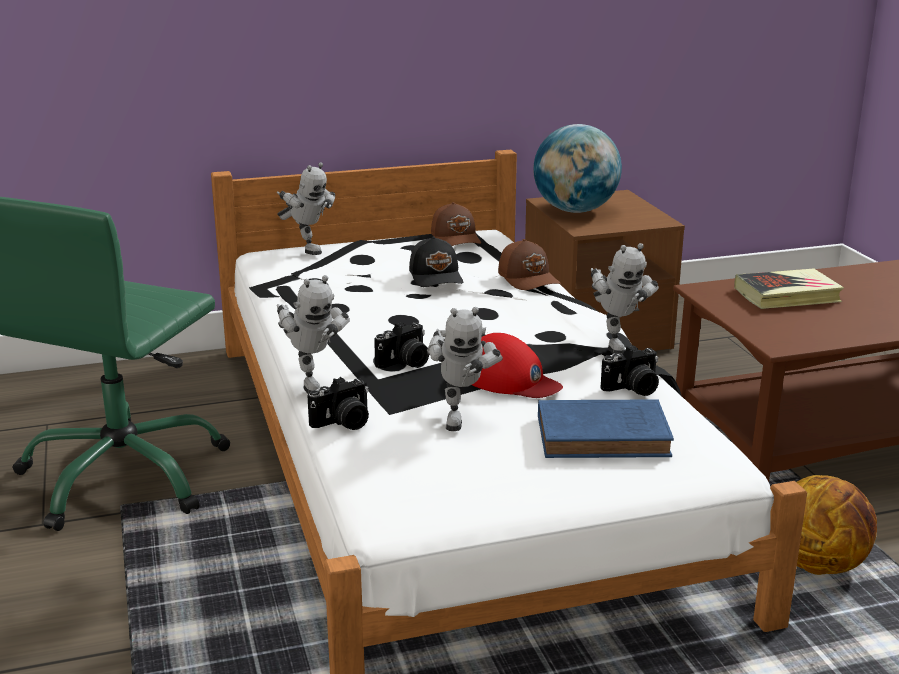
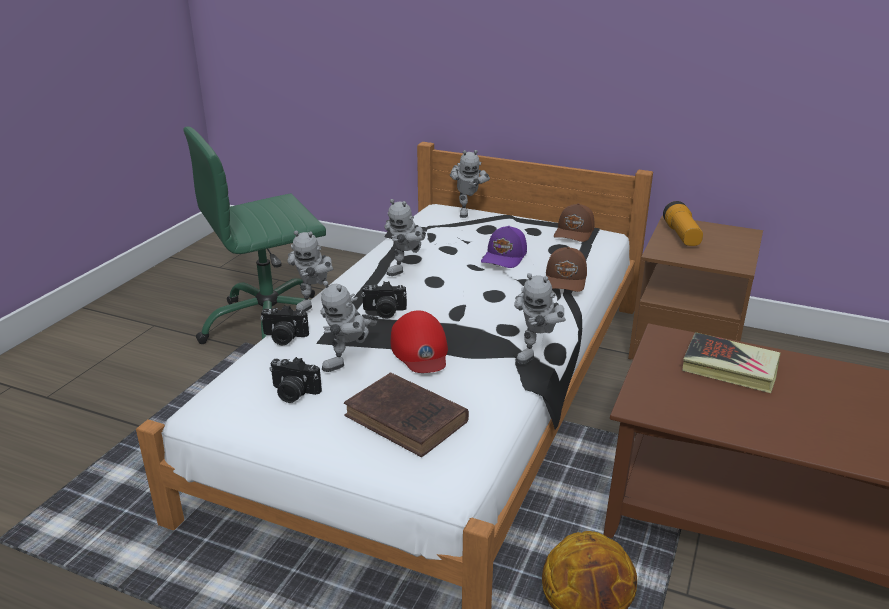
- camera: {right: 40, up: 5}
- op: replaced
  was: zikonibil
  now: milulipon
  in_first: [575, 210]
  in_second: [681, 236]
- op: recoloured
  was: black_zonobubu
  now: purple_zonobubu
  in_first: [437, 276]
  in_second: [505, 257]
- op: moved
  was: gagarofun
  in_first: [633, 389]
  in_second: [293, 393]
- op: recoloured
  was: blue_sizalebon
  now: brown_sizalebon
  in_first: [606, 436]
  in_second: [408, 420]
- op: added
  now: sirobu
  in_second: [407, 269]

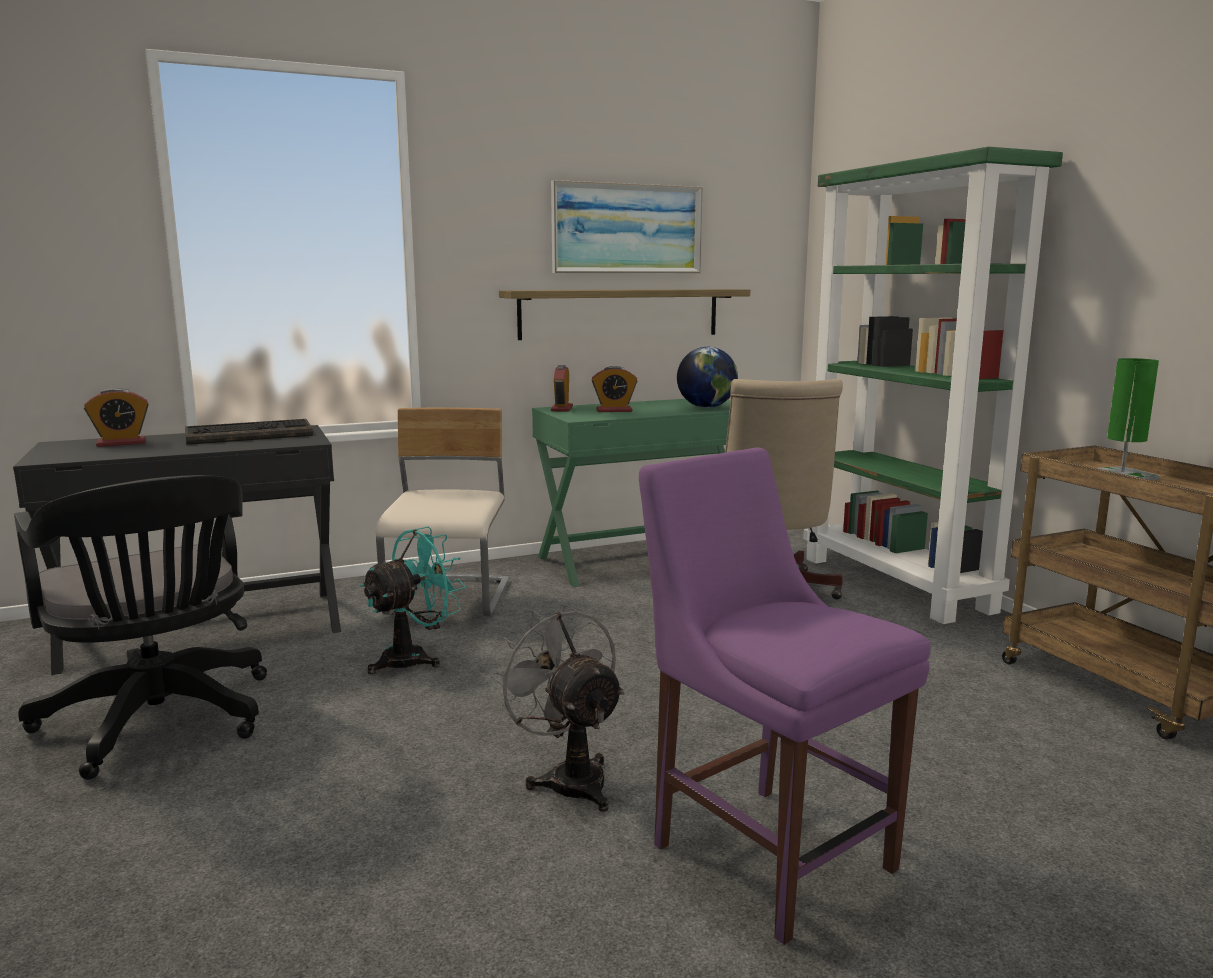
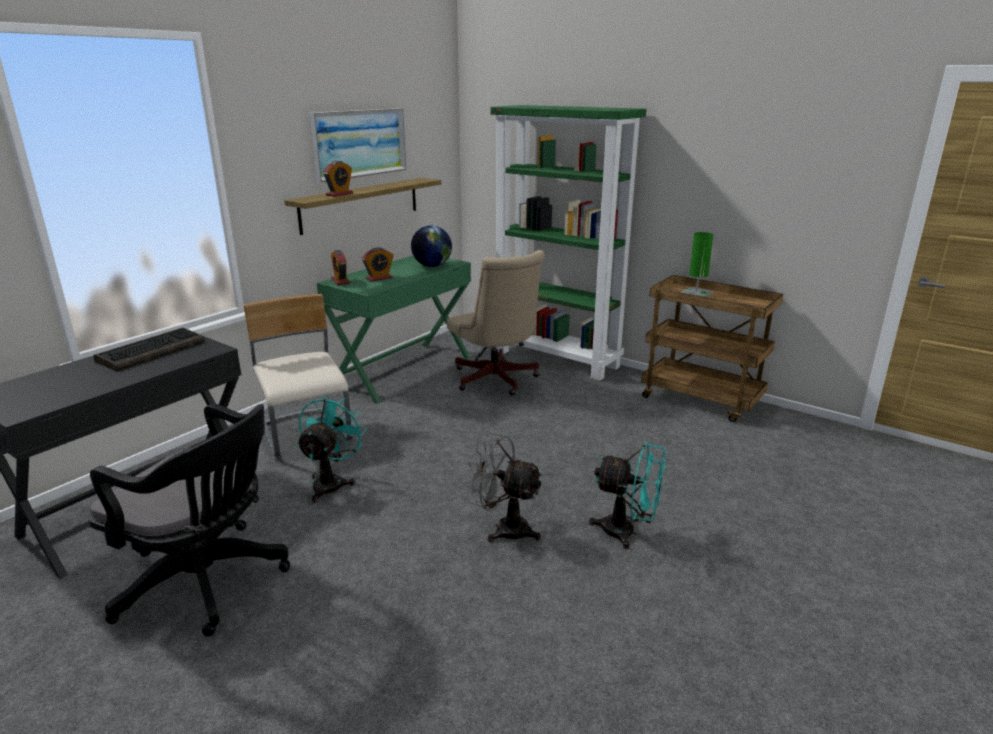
- camera: {right: -30, up: 10}
- op: moved
  was: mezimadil
  in_first: [121, 443]
  in_second: [339, 194]
- op: replaced
  was: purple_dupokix
  now: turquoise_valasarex
  in_first: [765, 850]
  in_second: [627, 532]

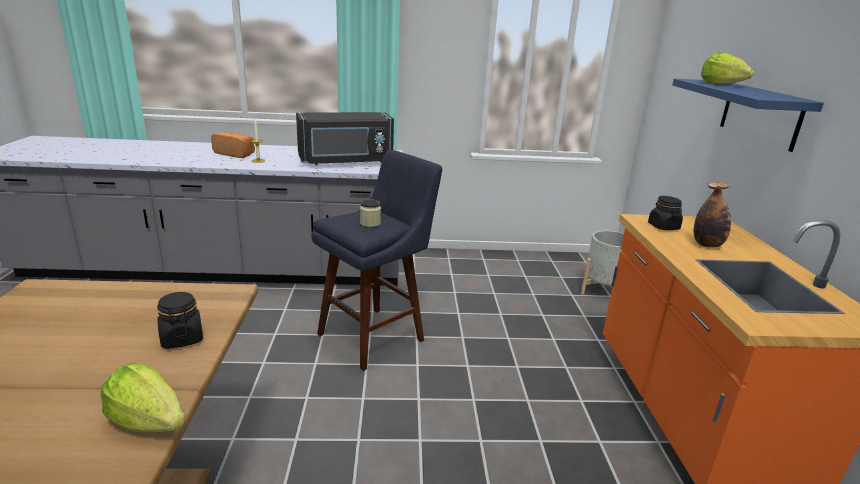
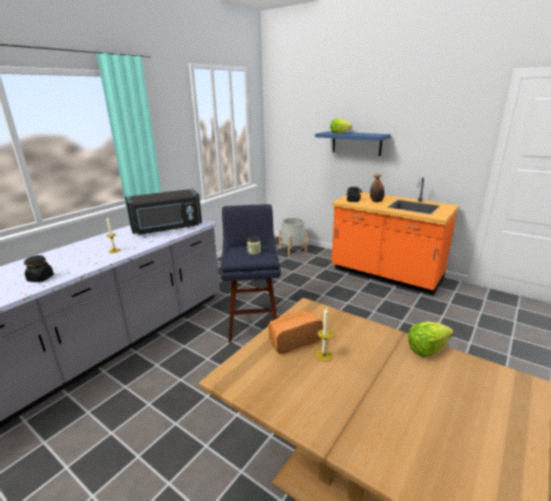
- camera: {right: -50, up: 0}
- op: turned
  was: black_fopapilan
  in_first: [346, 161]
  in_second: [167, 228]
  clockwise: 45
- op: moved
  was: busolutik
  in_first: [235, 154]
  in_second: [293, 340]
- op: moved
  was: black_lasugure
  in_first: [182, 338]
  in_second: [40, 278]
- op: added
  now: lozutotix
  in_second: [324, 355]

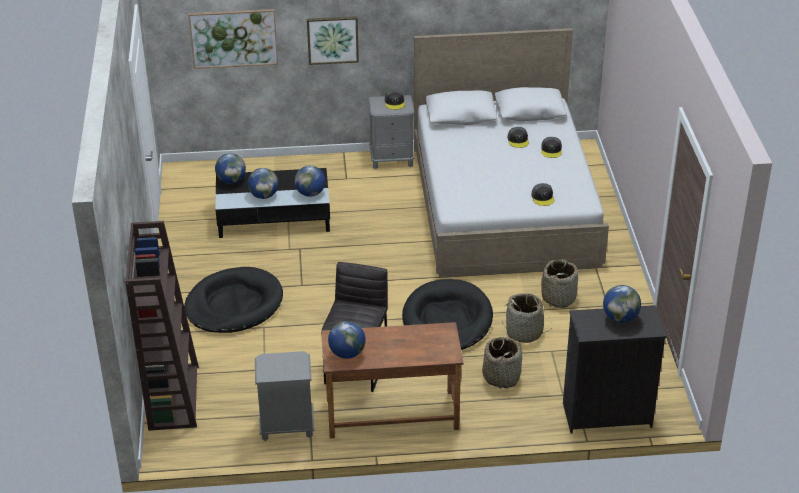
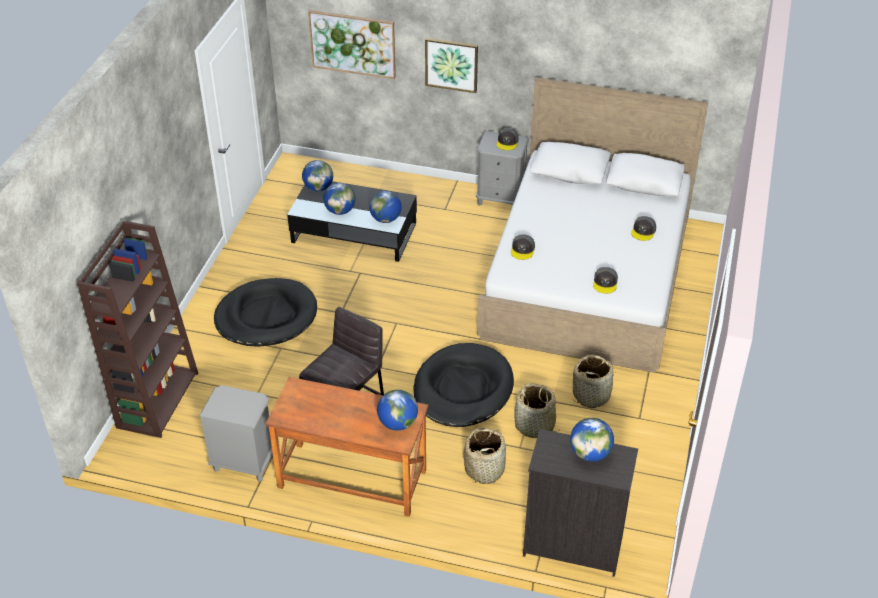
- camera: {right: 20, up: 5}
- op: moved
  was: grey_zonobubu
  in_first: [518, 140]
  in_second: [523, 250]
- op: moved
  was: zikonibil
  in_first: [347, 353]
  in_second: [398, 423]

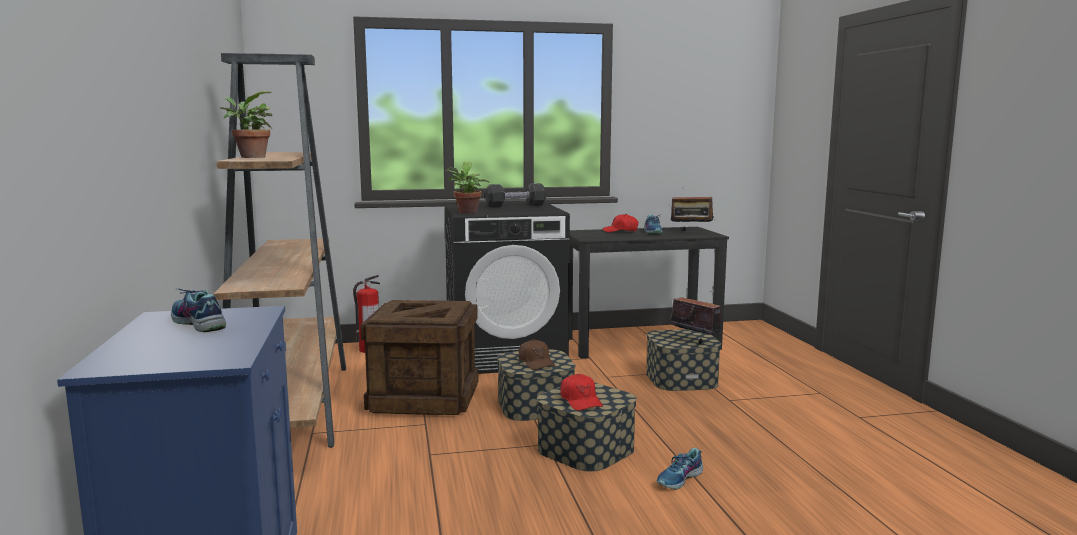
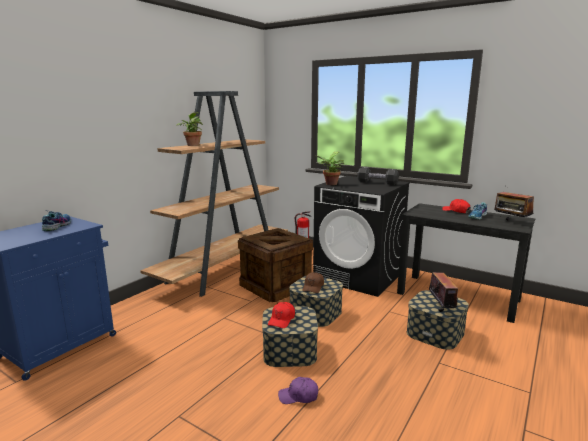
- camera: {right: 45, up: 5}
- op: replaced
  was: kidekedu
  now: purple_zonobubu
  in_first: [680, 479]
  in_second: [298, 396]

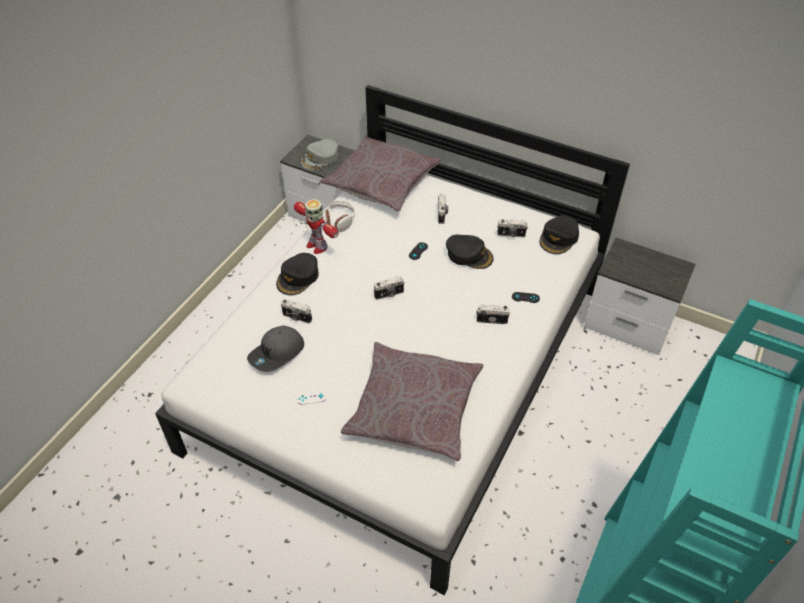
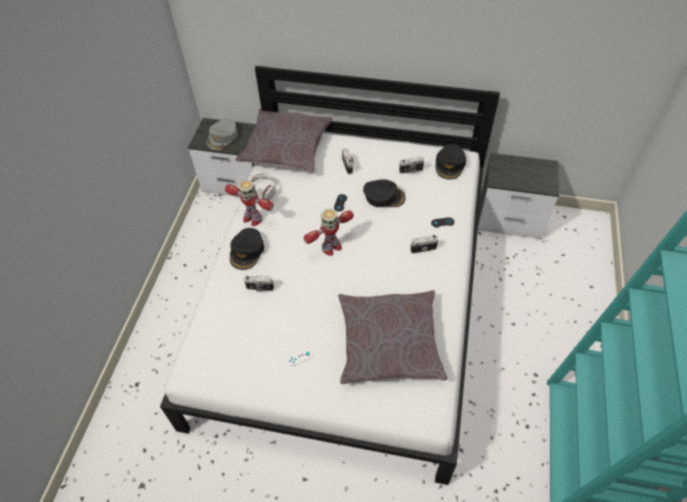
- camera: {right: -15, up: 5}
- op: replaced
  was: gagarofun
  now: sirobu
  in_first: [389, 294]
  in_second: [331, 247]
- op: removed
  was: grey_zonobubu
  in_first: [277, 354]

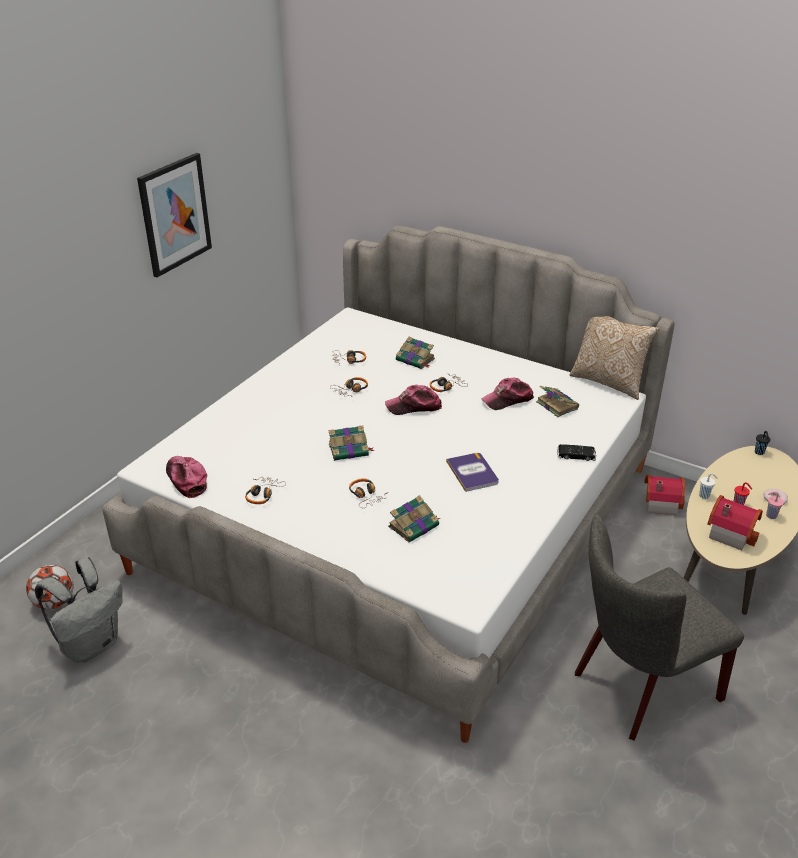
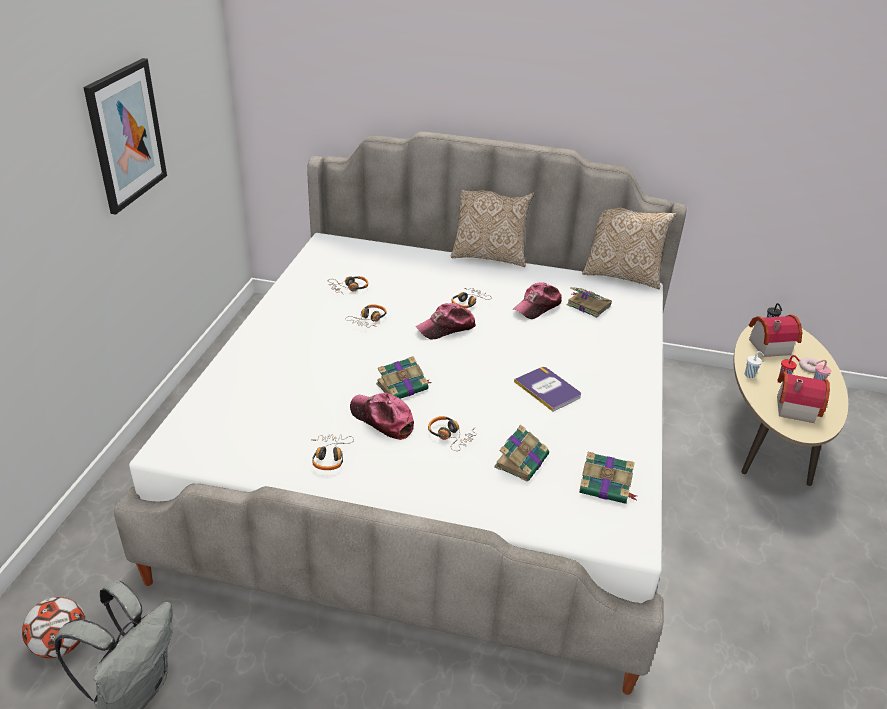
- camera: {right: -20, up: 0}
- op: moved
  was: sizalebon
  in_first: [416, 360]
  in_second: [606, 486]
- op: removed
  was: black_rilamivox
  in_first: [576, 455]
- op: moved
  was: zonobubu
  in_first: [186, 479]
  in_second: [382, 420]
- op: moved
  was: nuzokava
  in_first: [659, 503]
  in_second: [767, 345]
- op: removed
  was: grey_dupokix
  in_first: [638, 688]
- op: added
  now: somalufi
  in_second: [489, 256]

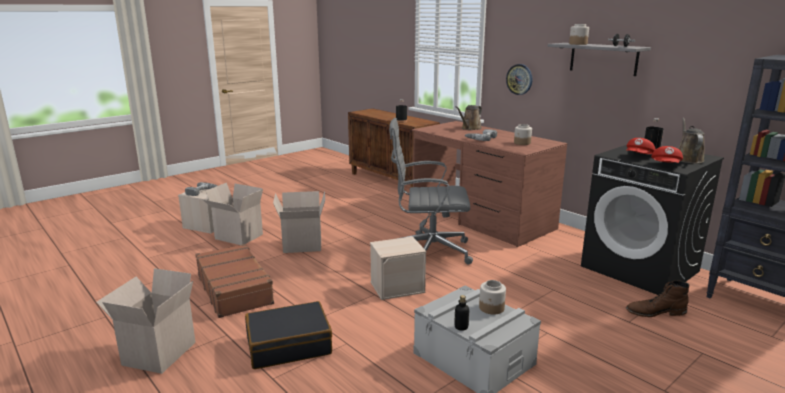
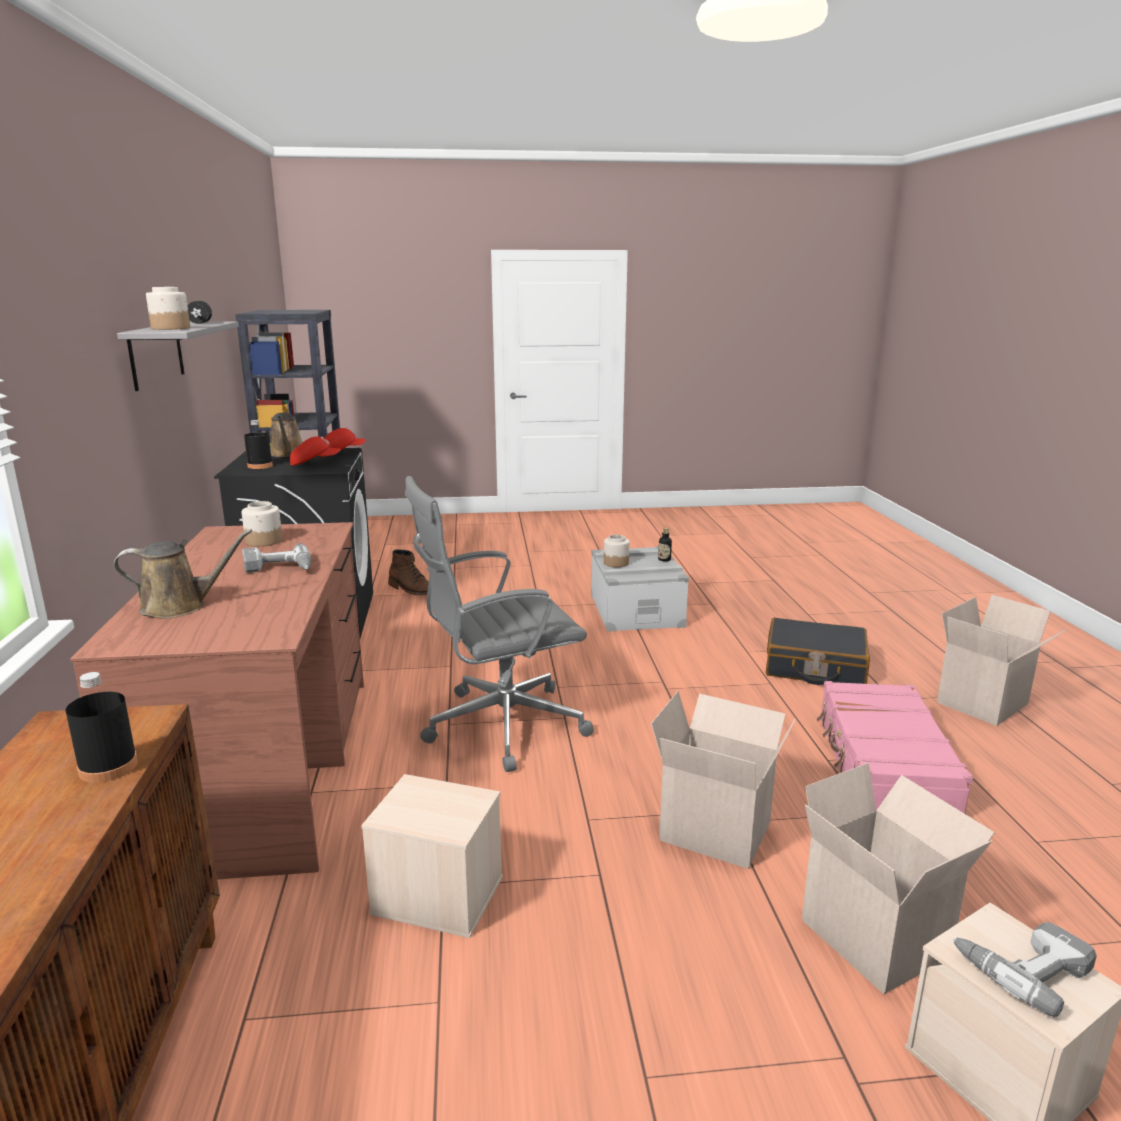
- camera: {right: -145, up: 0}
- op: removed
  was: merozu
  in_first: [519, 79]
- op: turned
  was: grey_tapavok
  in_first: [428, 251]
  in_second: [500, 726]
  clockwise: 120
- op: turned
  was: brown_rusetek
  in_first: [687, 159]
  in_second: [287, 454]
  clockwise: -60
- op: moved
  was: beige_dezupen
  in_first: [397, 287]
  in_second: [436, 895]
- op: recoloured
  was: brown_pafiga
  now: pink_pafiga
  in_first: [235, 289]
  in_second: [883, 765]

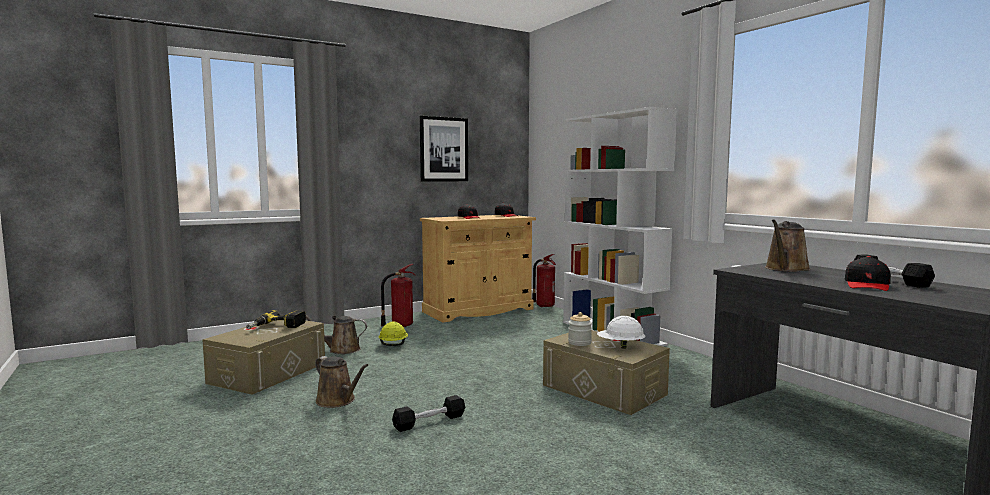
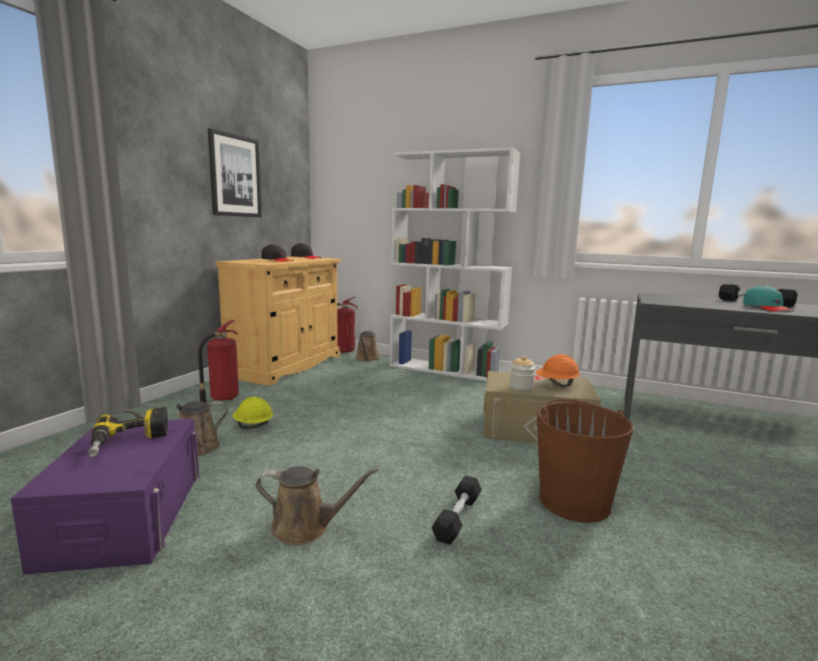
- camera: {right: -35, up: 5}
- op: moved
  was: brown_rusetek
  in_first: [786, 269]
  in_second: [367, 358]
- op: recoloured
  was: black_zonobubu
  now: turquoise_zonobubu
  in_first: [867, 285]
  in_second: [766, 308]
- op: recoloured
  was: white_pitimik
  now: orange_pitimik
  in_first: [620, 347]
  in_second: [556, 385]
- op: recoloured
  was: beige_dezupen
  now: purple_dezupen
  in_first: [268, 373]
  in_second: [125, 516]
- op: added
  now: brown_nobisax
  in_second: [574, 501]

